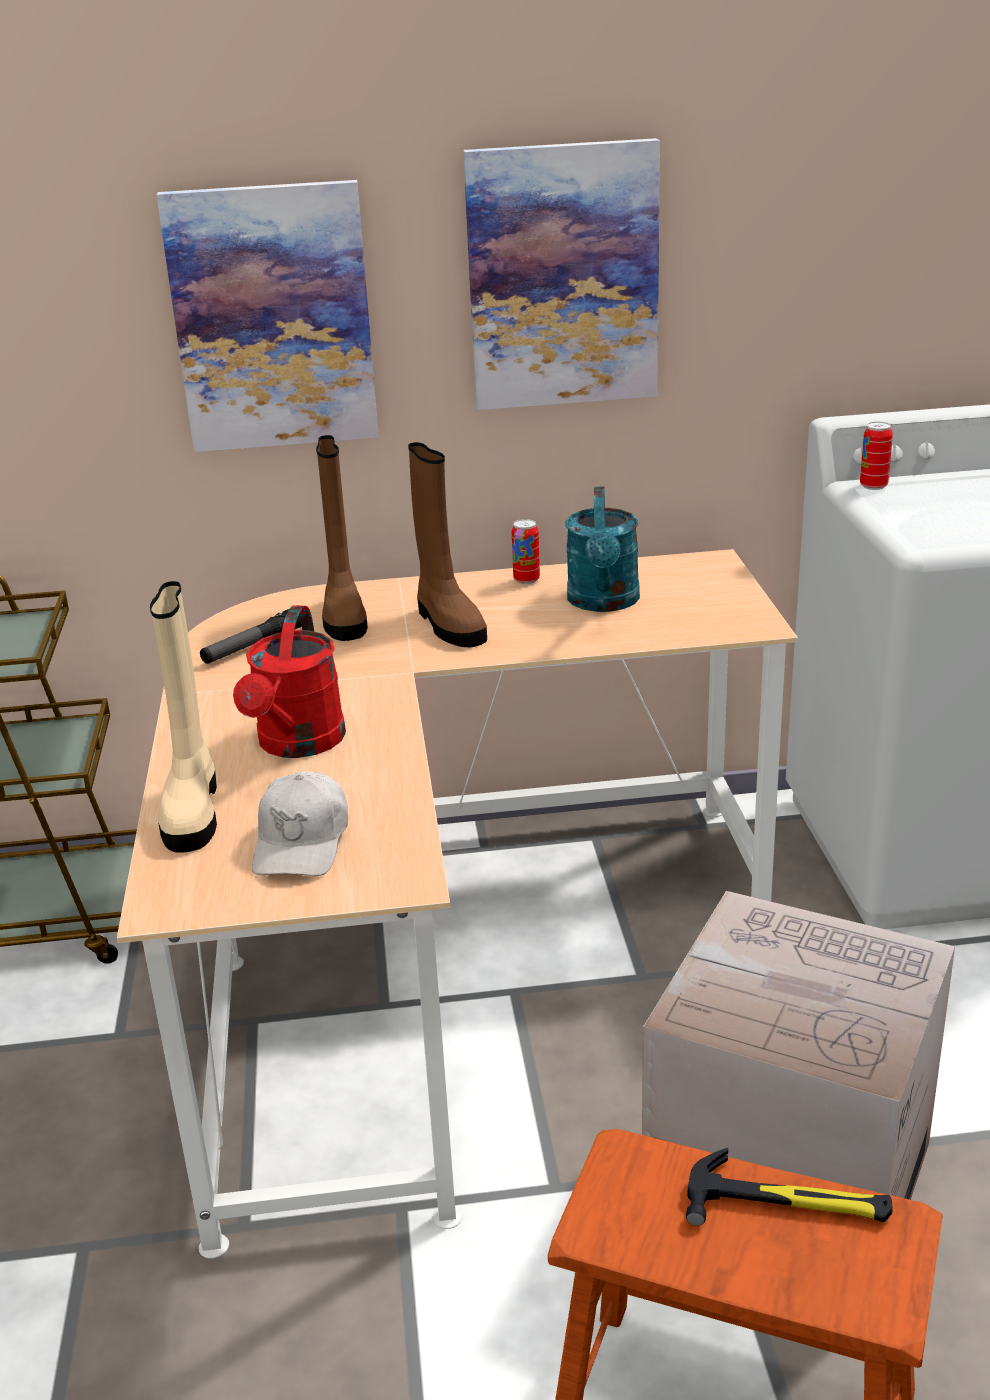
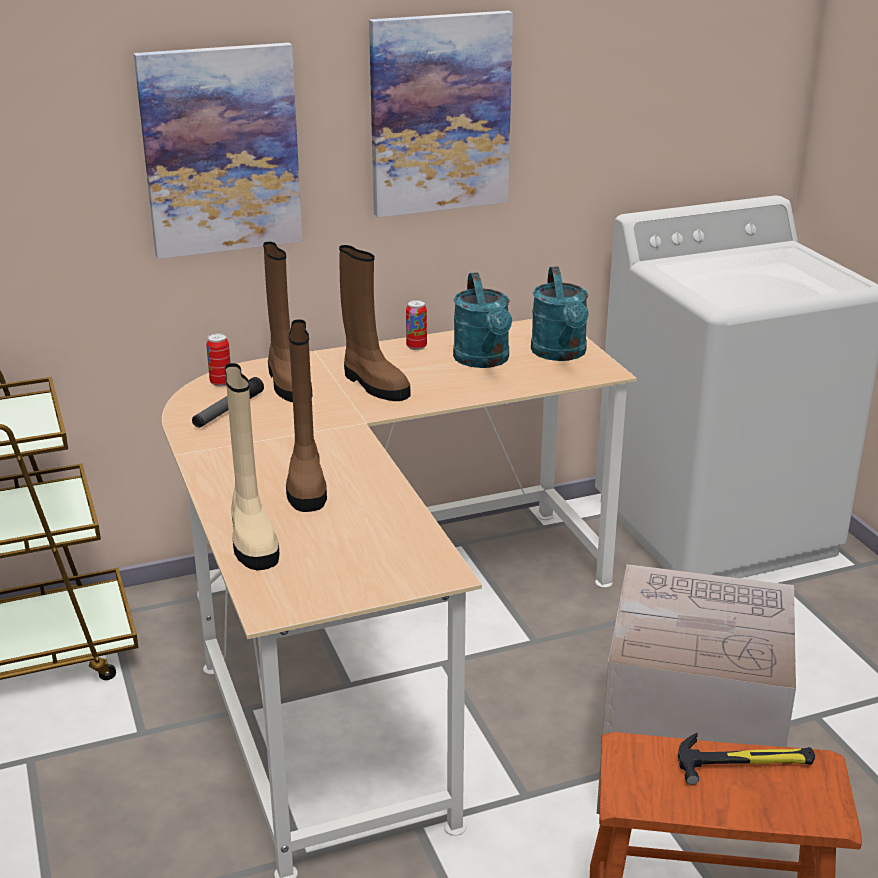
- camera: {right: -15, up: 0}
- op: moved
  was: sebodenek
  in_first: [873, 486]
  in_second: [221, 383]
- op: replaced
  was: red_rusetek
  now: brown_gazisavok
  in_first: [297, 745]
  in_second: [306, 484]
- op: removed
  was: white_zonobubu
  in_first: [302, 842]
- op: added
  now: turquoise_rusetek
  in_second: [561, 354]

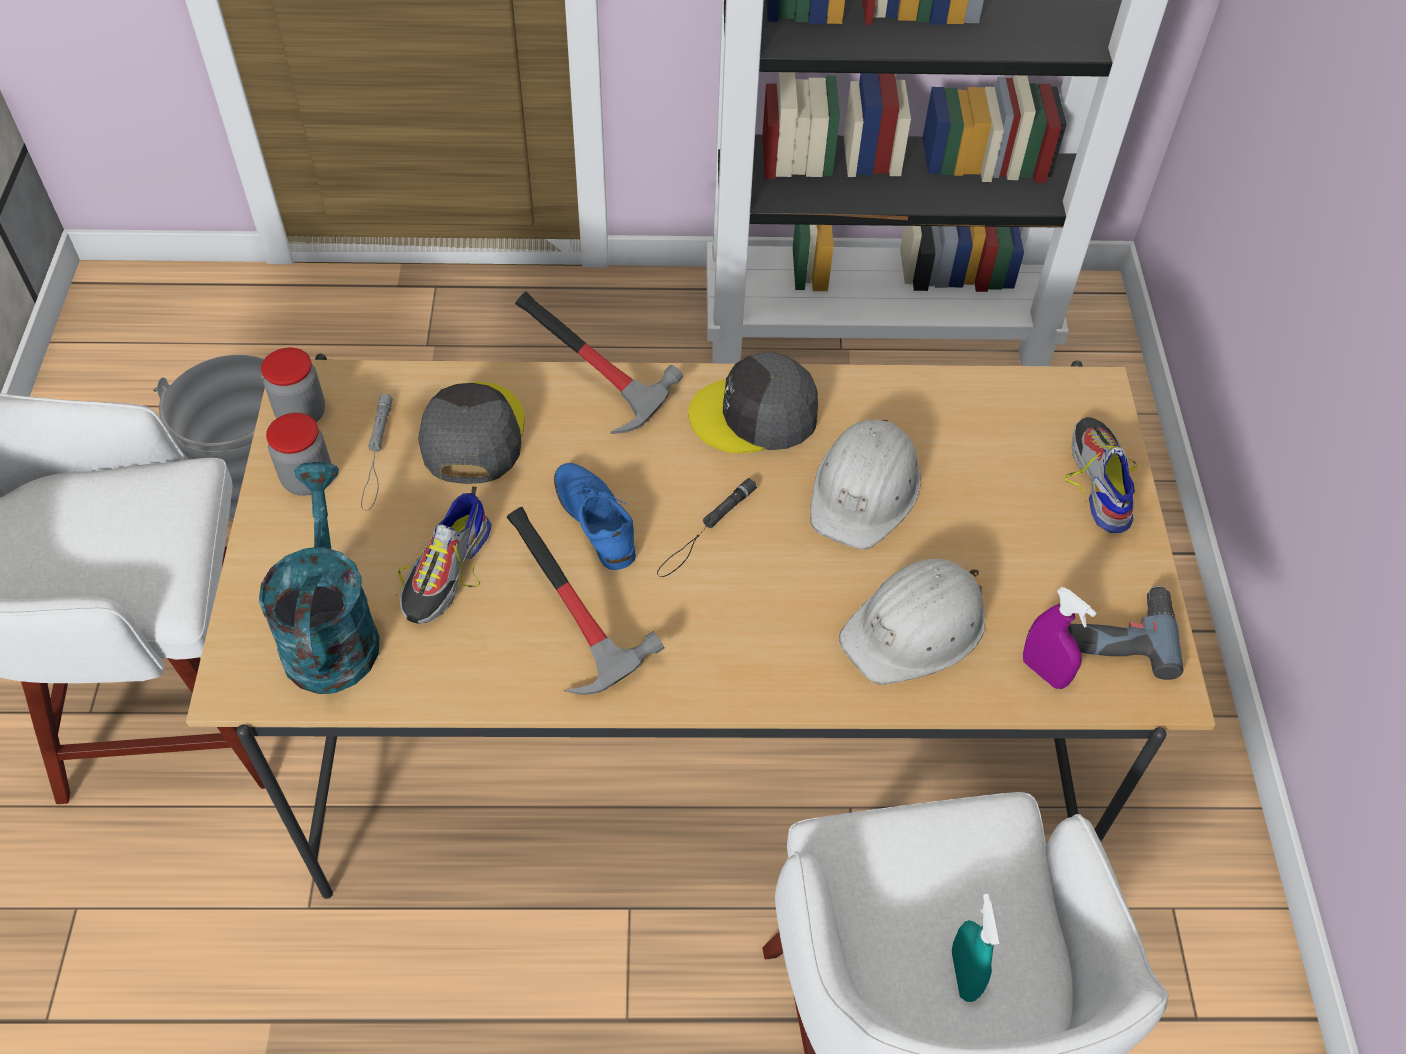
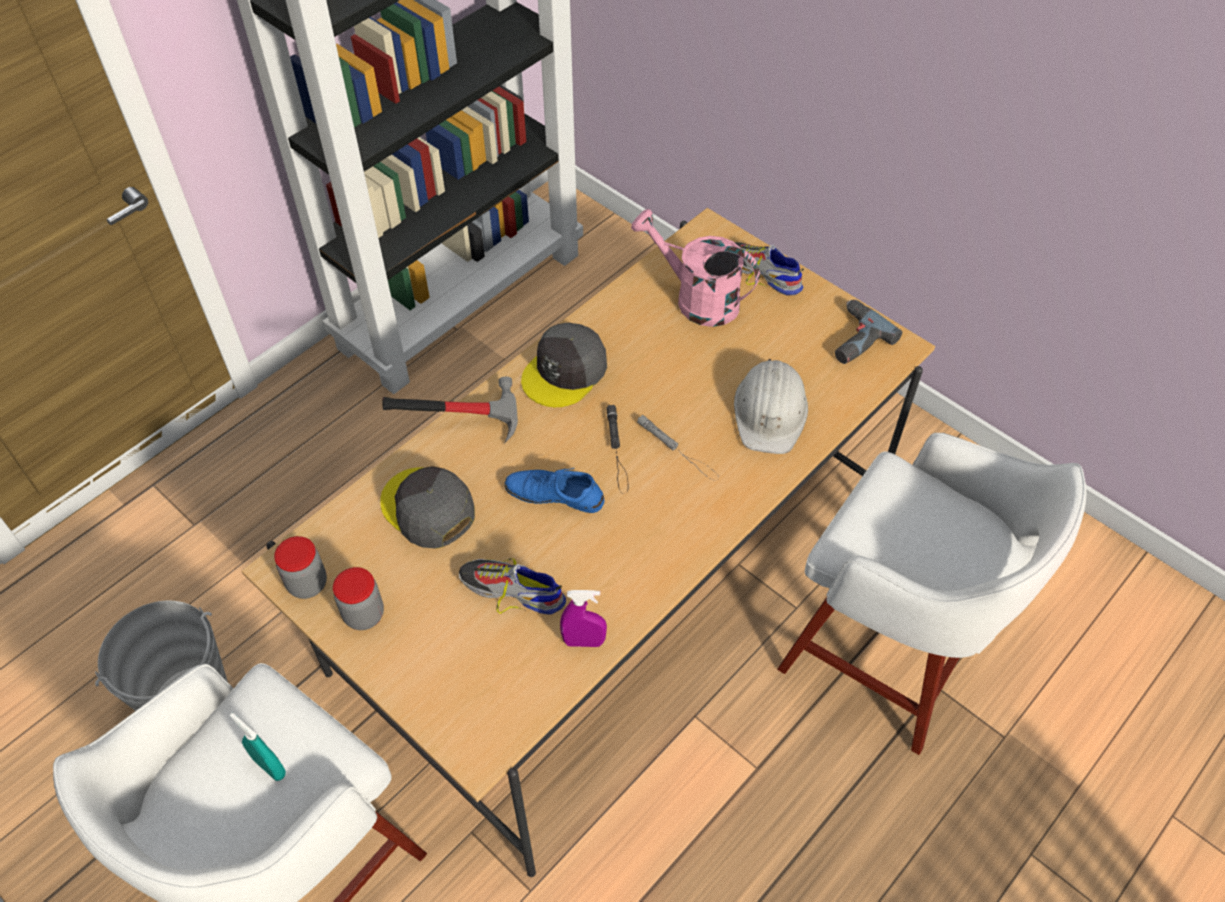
- camera: {right: -45, up: 0}
- op: moved
  was: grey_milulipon
  in_first: [377, 455]
  in_second: [678, 450]
- op: removed
  was: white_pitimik
  in_first: [865, 490]
- op: removed
  was: turquoise_rusetek
  in_first: [331, 629]
- op: turned
  was: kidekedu
  in_first: [446, 571]
  in_second: [512, 590]
  clockwise: 135
- op: removed
  was: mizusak
  in_first: [584, 625]
- op: moved
  was: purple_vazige
  in_first: [1044, 672]
  in_second: [584, 641]
- op: moved
  was: turquoise_vazige
  in_first: [963, 973]
  in_second: [270, 767]
- op: added
  now: pink_rusetek
  in_second: [696, 299]

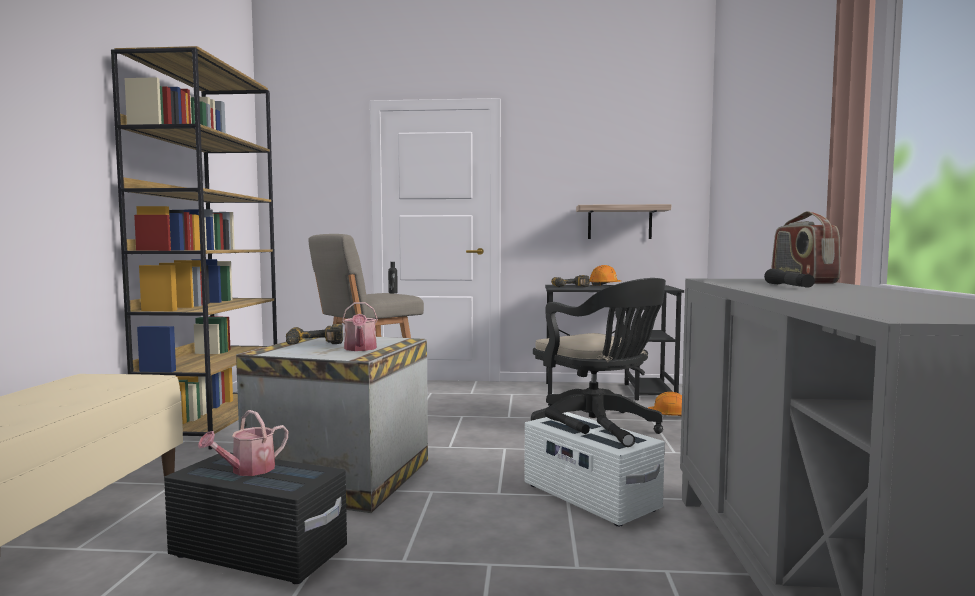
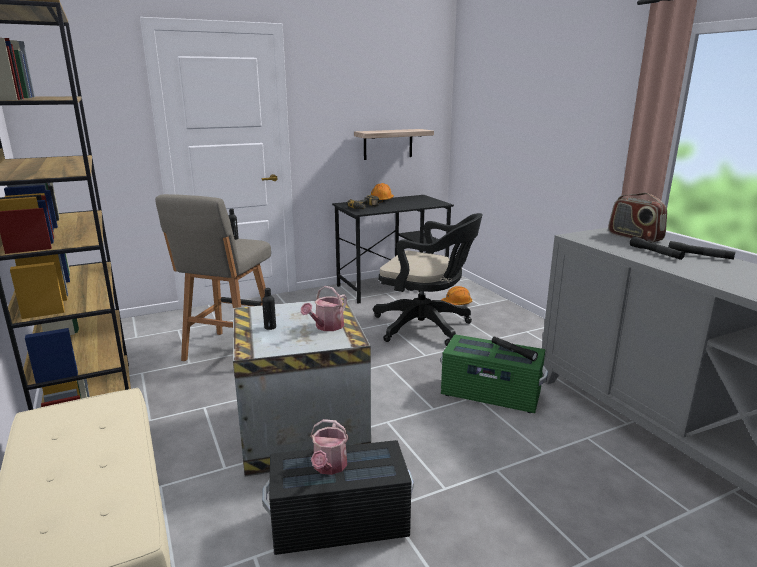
- camera: {right: -30, up: 15}
- op: turned
  was: rusetek
  in_first: [360, 349]
  in_second: [326, 327]
  clockwise: 75
- op: replaced
  was: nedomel
  now: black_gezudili
  in_first: [313, 344]
  in_second: [270, 327]
- op: moved
  was: black_milulipon
  in_first: [566, 426]
  in_second: [699, 255]
- op: recoloured
  was: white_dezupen
  now: green_dezupen
  in_first: [590, 498]
  in_second: [490, 394]

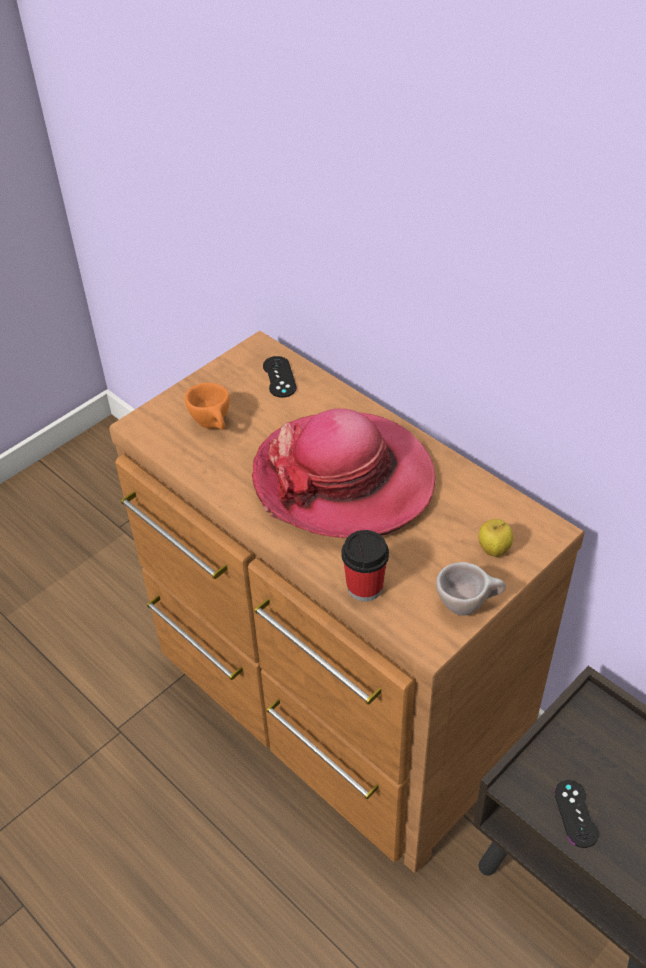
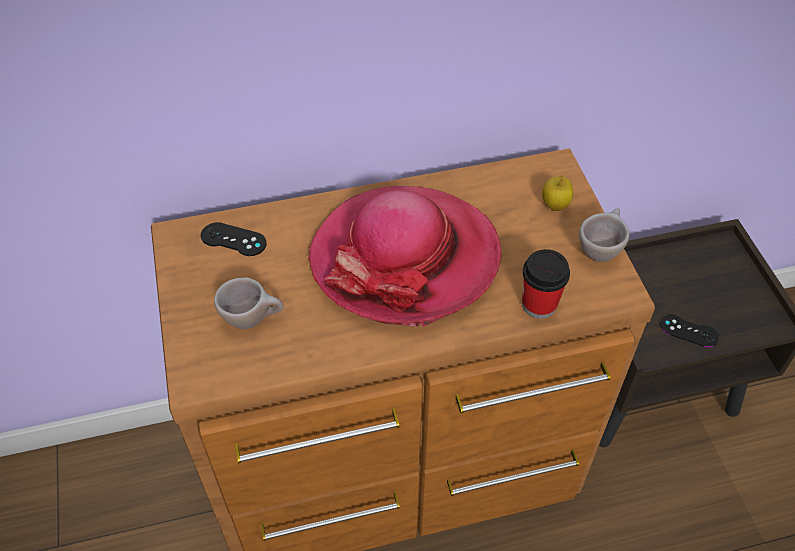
- camera: {right: -60, up: 5}
- op: recoloured
  was: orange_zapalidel
  now: beige_zapalidel
  in_first: [214, 425]
  in_second: [253, 319]

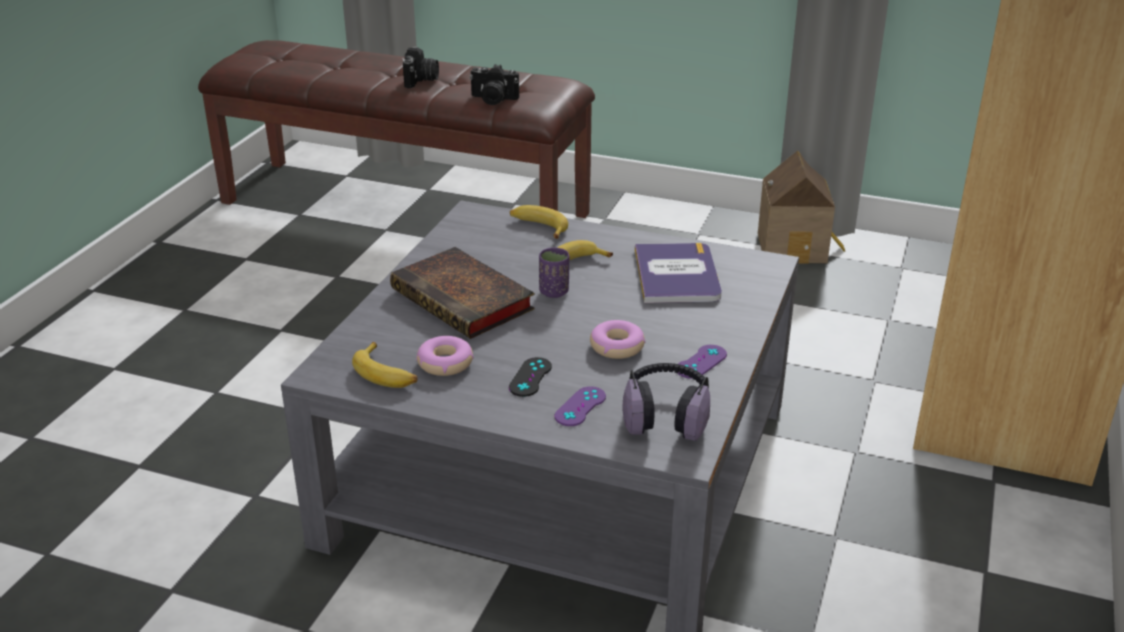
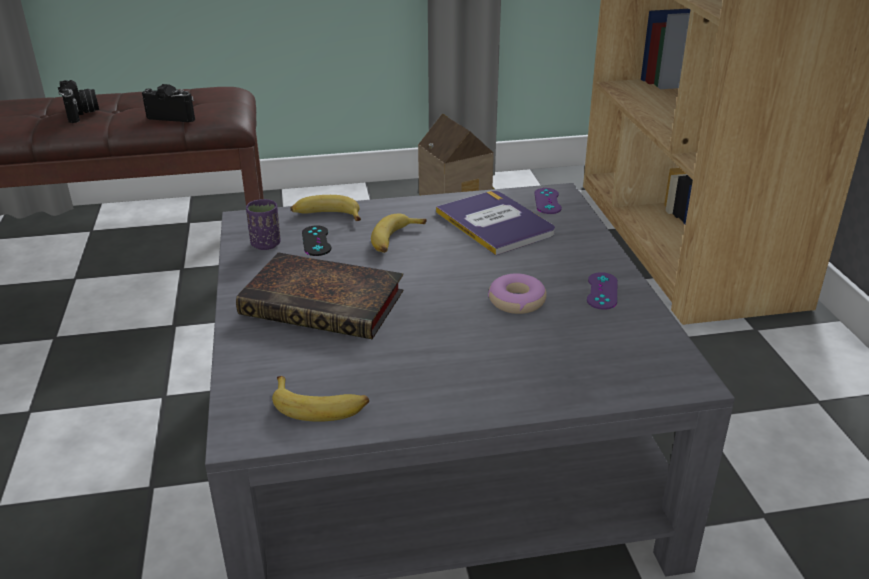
- camera: {right: -30, up: 0}
- op: turned
  was: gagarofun
  in_first: [493, 100]
  in_second: [175, 116]
  clockwise: -150
- op: moved
  was: purple_zapalidel
  in_first: [554, 292]
  in_second: [266, 244]
- op: removed
  was: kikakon
  in_first: [445, 363]
- op: moved
  was: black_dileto
  in_first: [530, 377]
  in_second: [316, 241]
- op: removed
  was: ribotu
  in_first: [666, 414]
- op: moved
  was: purple_dileto
  in_first: [580, 407]
  in_second: [547, 201]

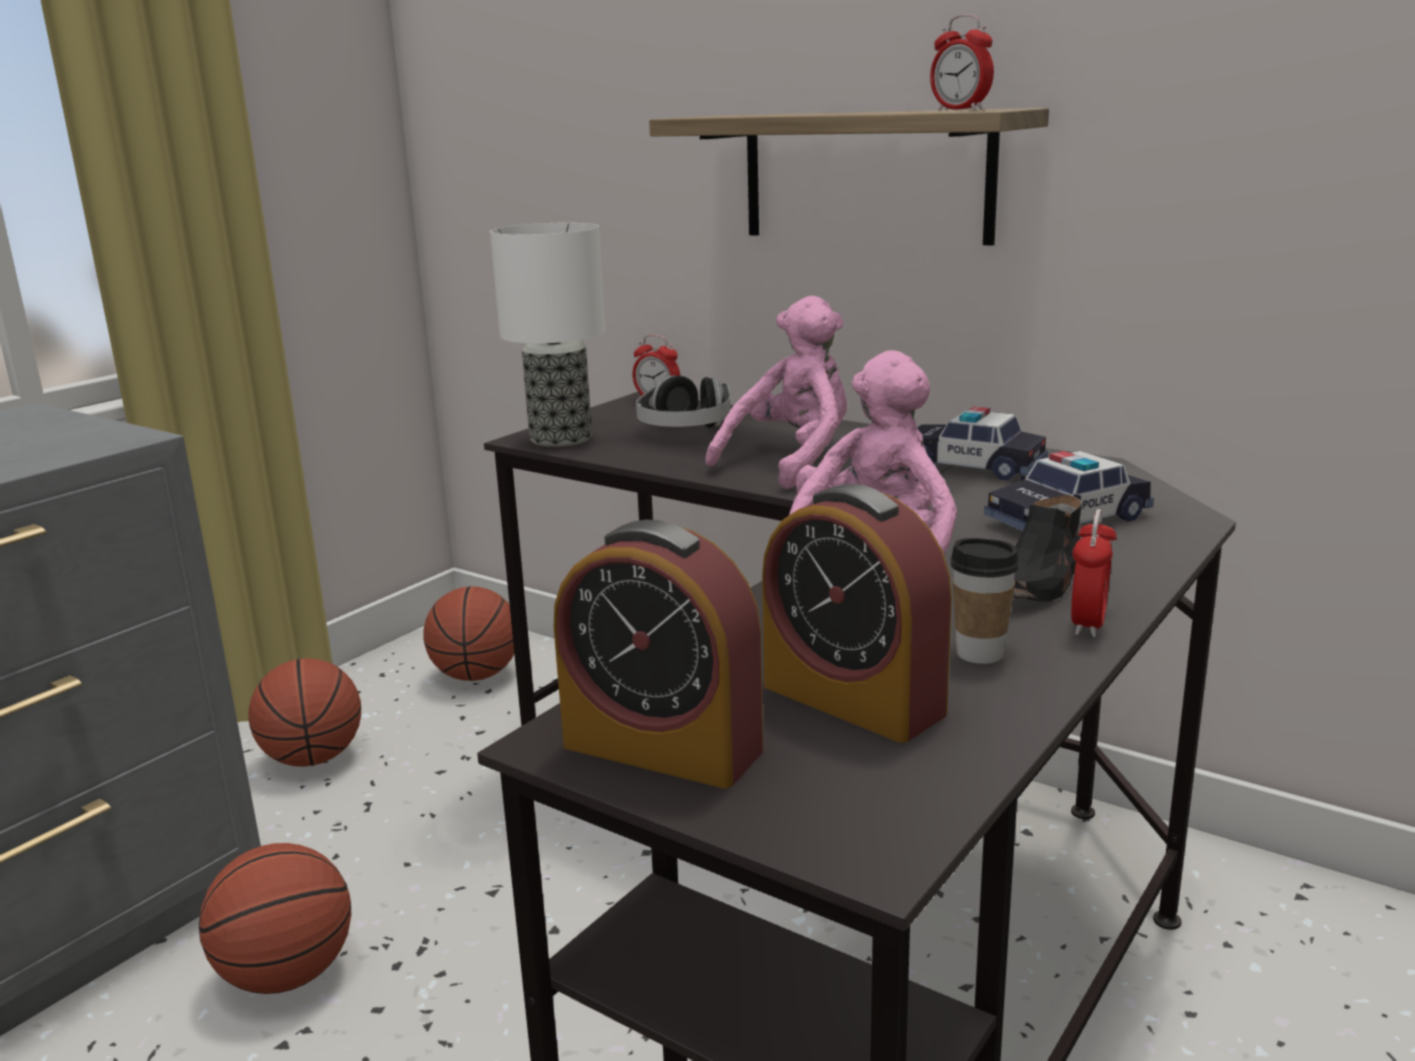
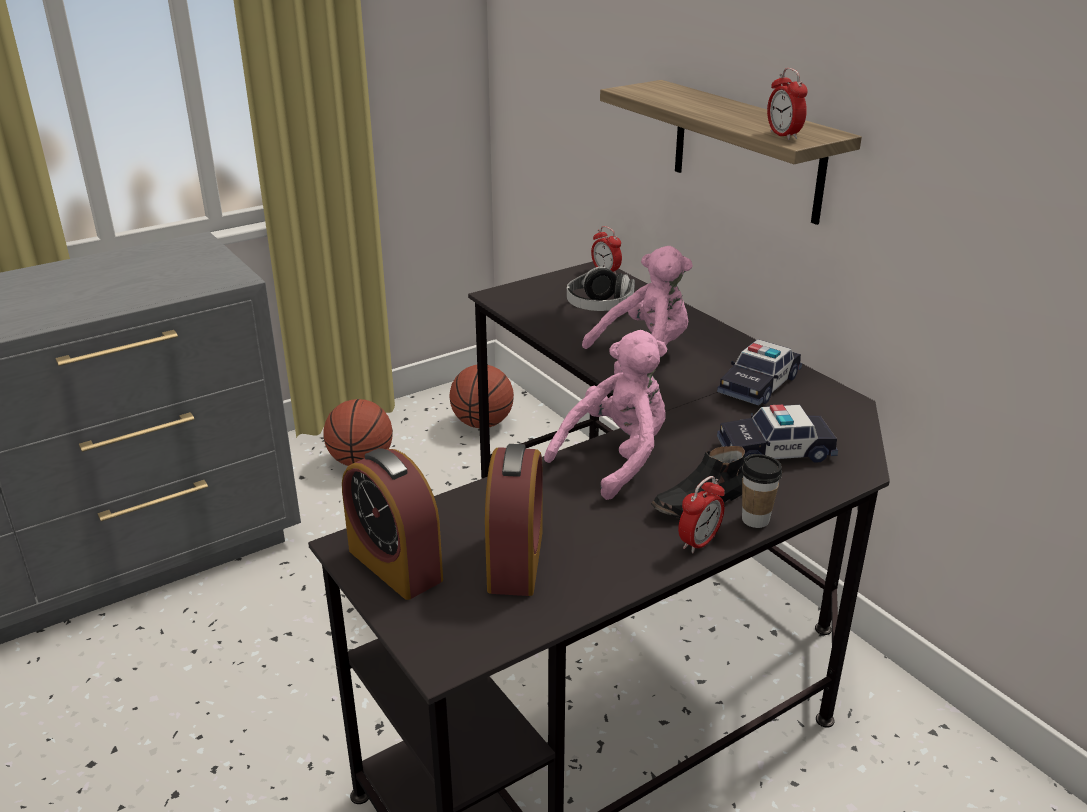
- camera: {right: 20, up: 10}
- op: removed
  was: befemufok
  in_first: [560, 438]
- op: turned
  was: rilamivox
  in_first: [971, 465]
  in_second: [759, 384]
  clockwise: -105
- op: turned
  was: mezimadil
  in_first: [853, 699]
  in_second: [515, 560]
  clockwise: -150
- op: moved
  was: zapalidel
  in_first: [980, 653]
  in_second: [755, 519]
- op: removed
  was: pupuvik
  in_first: [287, 975]

